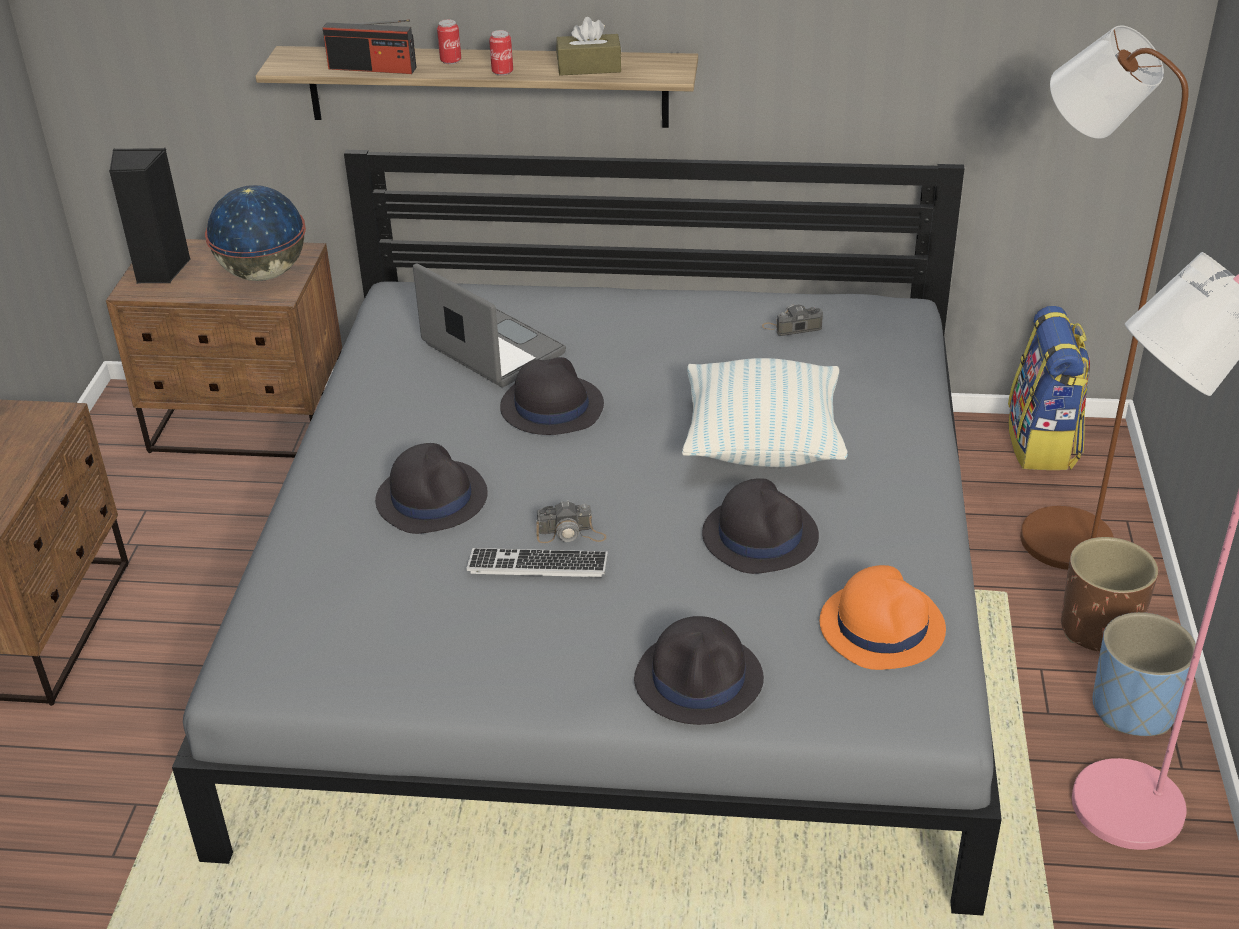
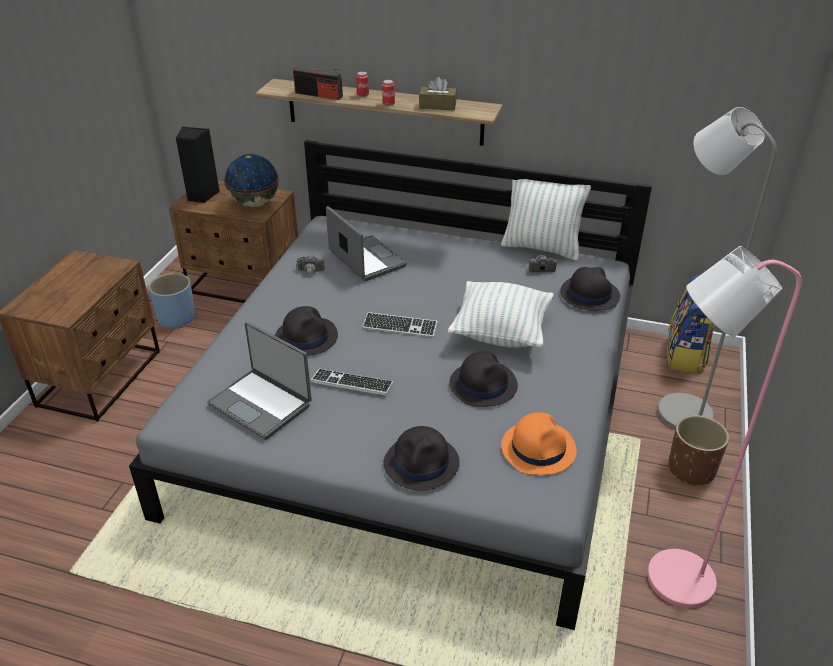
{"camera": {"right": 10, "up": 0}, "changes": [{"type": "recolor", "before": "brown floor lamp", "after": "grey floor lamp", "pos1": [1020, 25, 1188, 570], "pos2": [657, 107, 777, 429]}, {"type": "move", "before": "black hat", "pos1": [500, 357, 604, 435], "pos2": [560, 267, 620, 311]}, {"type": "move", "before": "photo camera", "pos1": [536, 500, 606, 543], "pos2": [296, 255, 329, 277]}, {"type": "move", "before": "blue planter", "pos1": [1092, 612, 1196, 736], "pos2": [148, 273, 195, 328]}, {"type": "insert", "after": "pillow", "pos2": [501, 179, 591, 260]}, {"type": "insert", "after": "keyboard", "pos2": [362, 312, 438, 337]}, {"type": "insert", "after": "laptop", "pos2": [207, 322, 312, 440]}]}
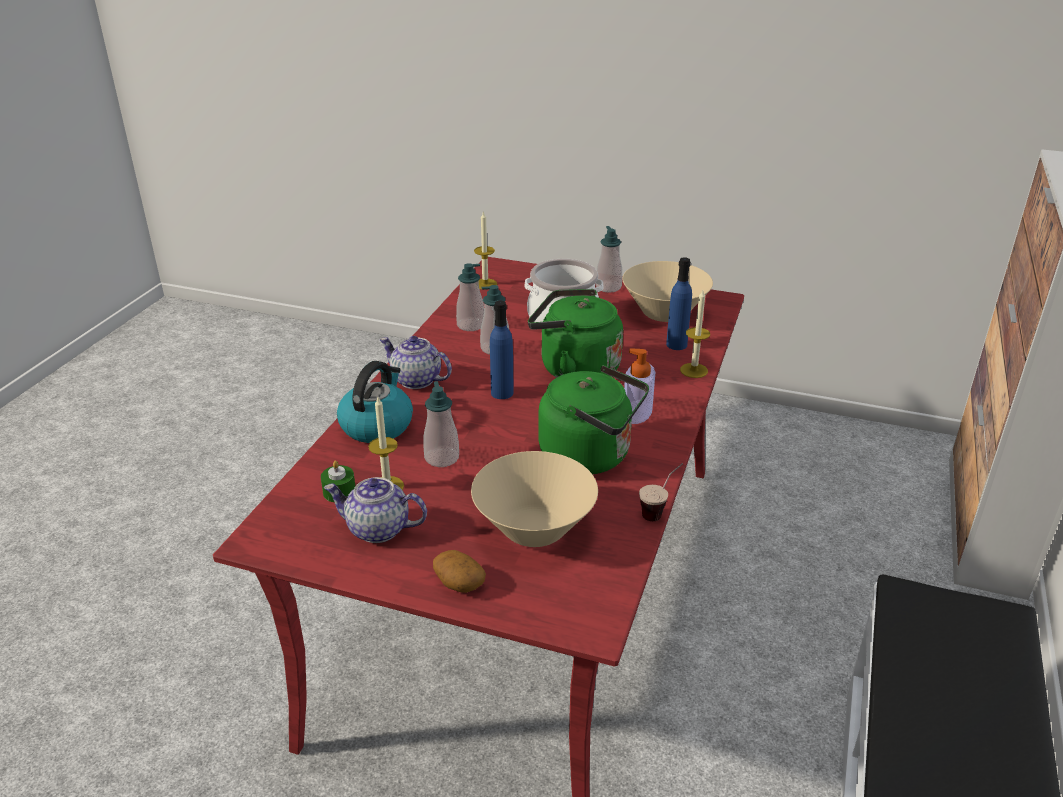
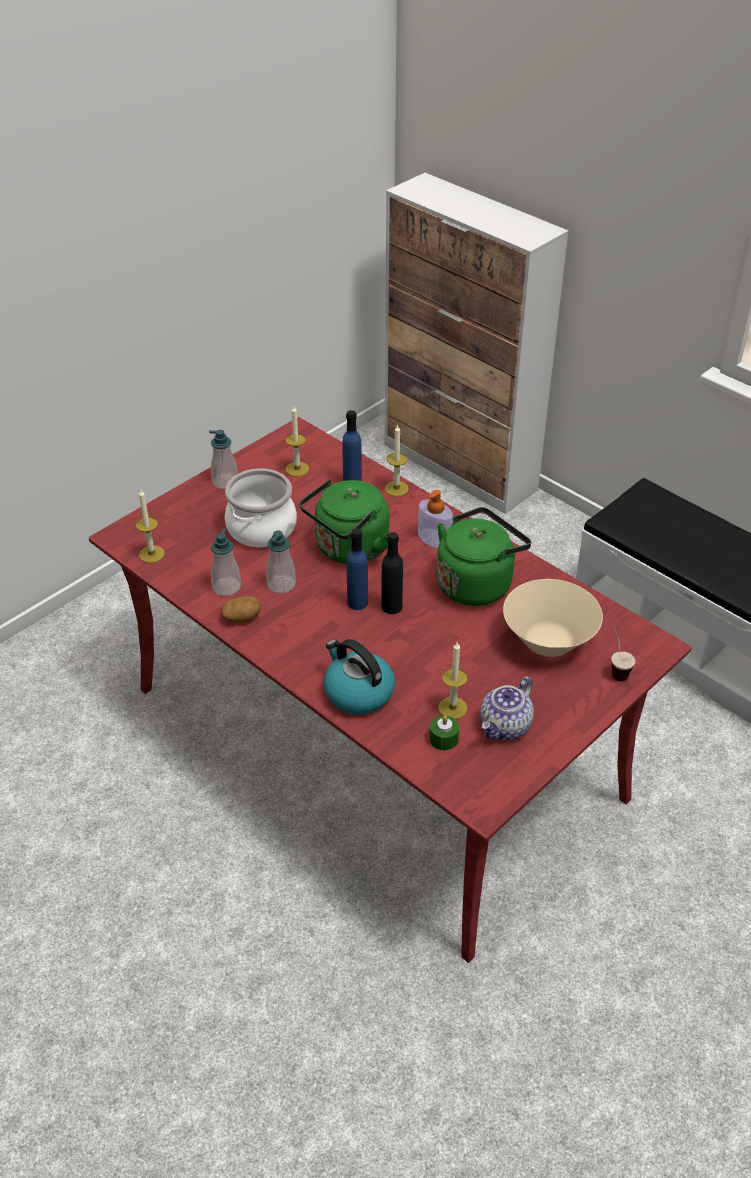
{"camera": {"right": -65, "up": 10}, "changes": [{"type": "replace", "before": "beige bowl", "after": "candle", "pos1": [622, 261, 713, 322], "pos2": [286, 406, 309, 477]}, {"type": "delete", "before": "teapot", "pos1": [379, 336, 452, 389]}, {"type": "delete", "before": "soap dispenser", "pos1": [424, 381, 459, 467]}, {"type": "move", "before": "cup", "pos1": [639, 463, 683, 521], "pos2": [611, 626, 635, 681]}, {"type": "move", "before": "potato", "pos1": [433, 550, 486, 593], "pos2": [221, 596, 261, 622]}, {"type": "insert", "after": "black bottle", "pos2": [381, 532, 403, 614]}]}
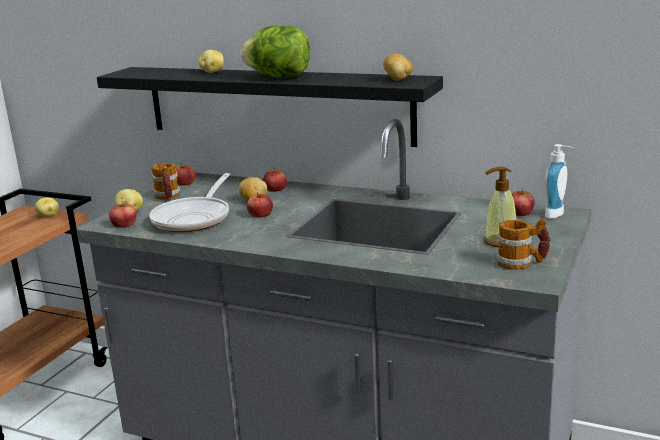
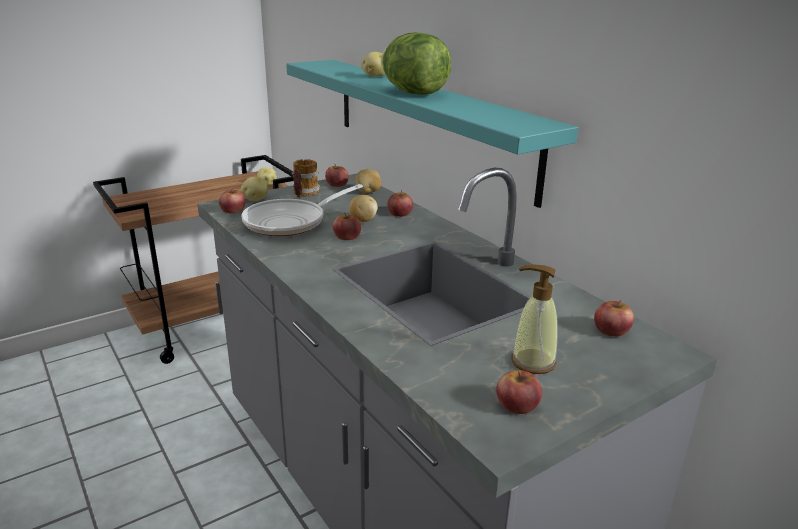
{"camera": {"right": 30, "up": 5}, "changes": [{"type": "move", "before": "potato", "pos1": [383, 54, 413, 81], "pos2": [355, 169, 381, 193]}, {"type": "recolor", "before": "black shelf", "after": "turquoise shelf", "pos1": [97, 67, 443, 147], "pos2": [286, 60, 578, 208]}, {"type": "delete", "before": "soap dispenser", "pos1": [545, 144, 573, 219]}, {"type": "replace", "before": "mug", "after": "apple", "pos1": [495, 218, 550, 270], "pos2": [496, 370, 542, 414]}]}
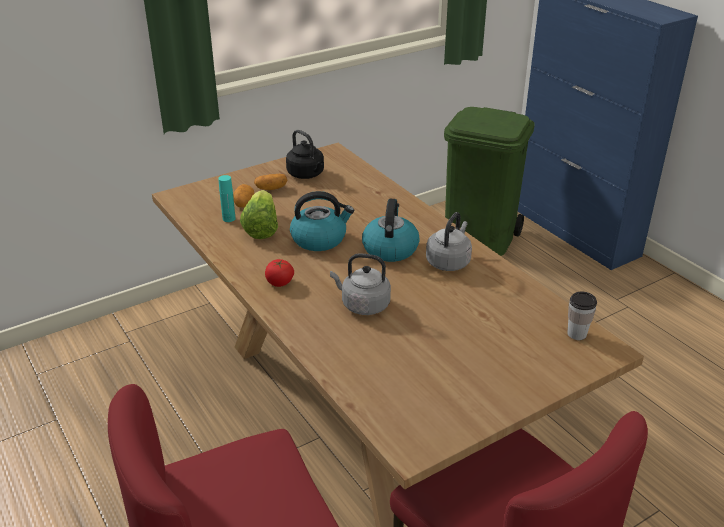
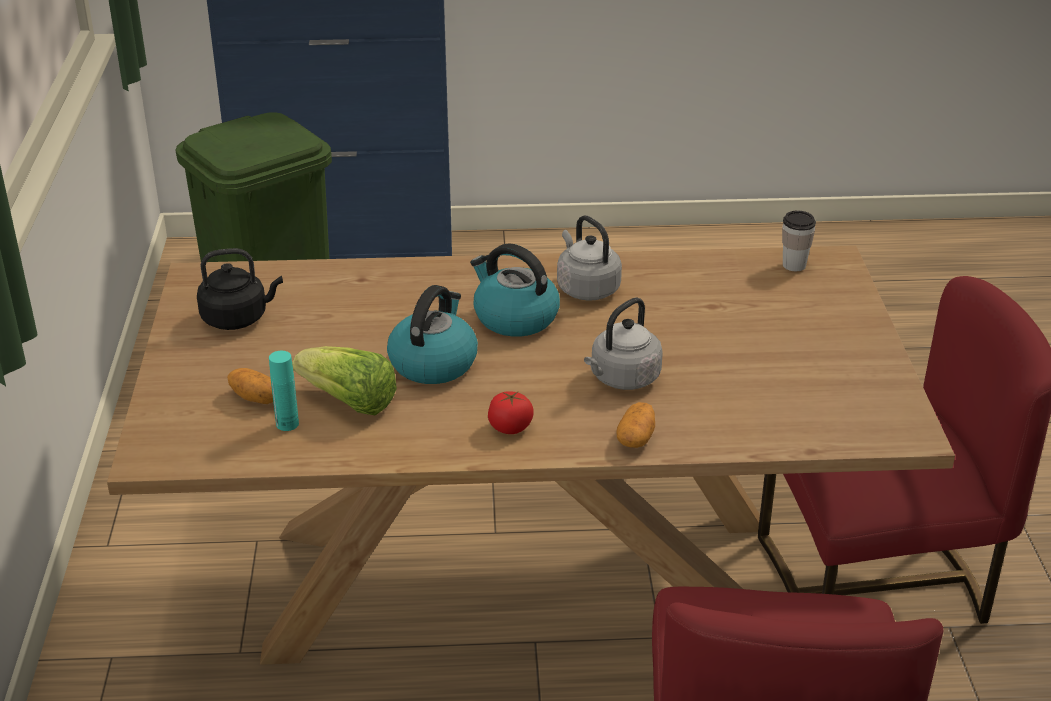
{"camera": {"right": -60, "up": 0}, "changes": [{"type": "move", "before": "potato", "pos1": [254, 174, 288, 190], "pos2": [616, 402, 655, 448]}]}
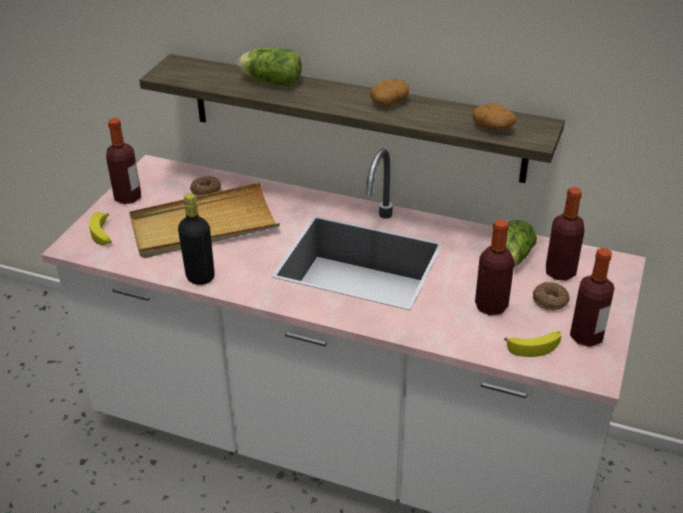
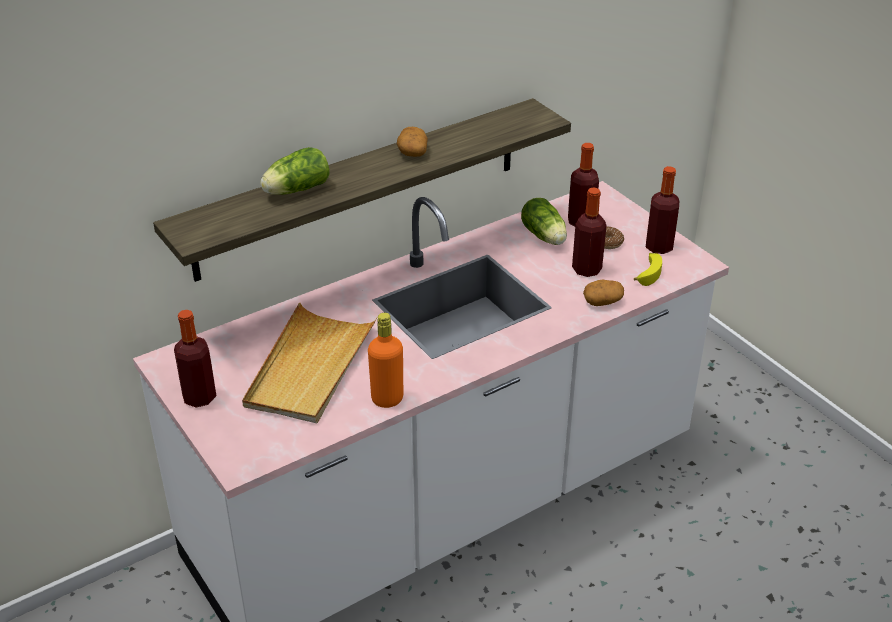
{"camera": {"right": -55, "up": 0}, "changes": [{"type": "move", "before": "potato", "pos1": [473, 103, 516, 131], "pos2": [583, 280, 624, 306]}, {"type": "delete", "before": "donut", "pos1": [190, 176, 221, 196]}, {"type": "recolor", "before": "black bottle", "after": "orange bottle", "pos1": [178, 193, 215, 285], "pos2": [368, 313, 403, 408]}, {"type": "delete", "before": "banana", "pos1": [89, 212, 112, 245]}]}
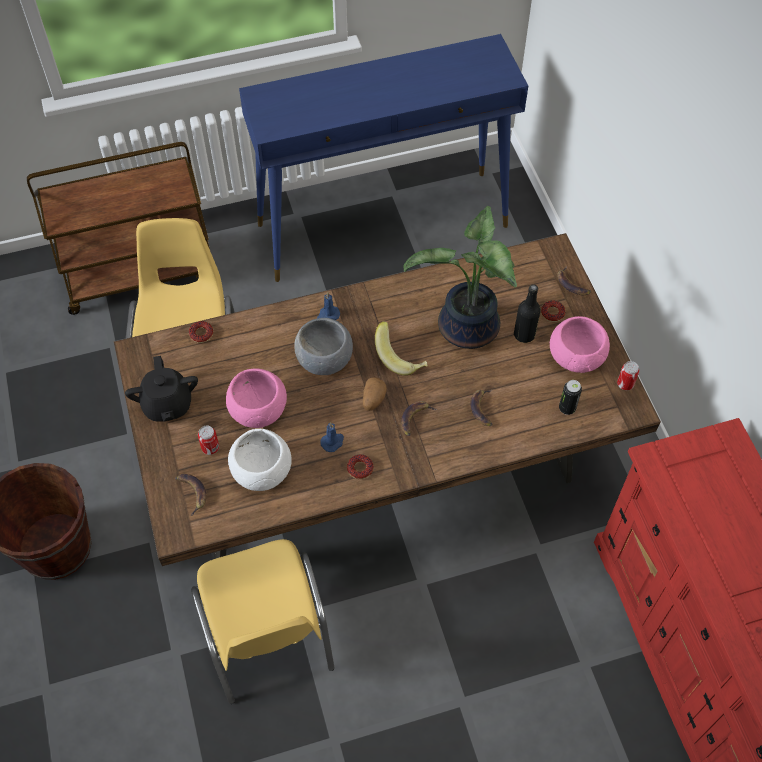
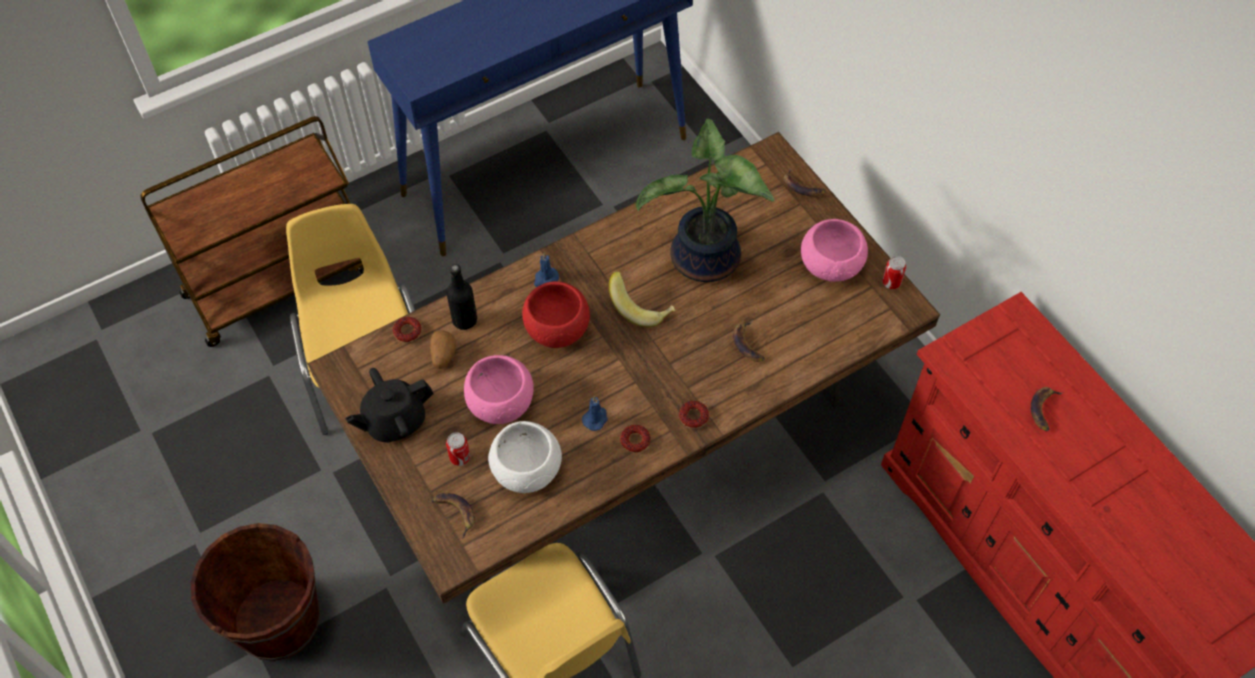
{"camera": {"right": -15, "up": 0}, "changes": [{"type": "move", "before": "black bottle", "pos1": [514, 284, 541, 343], "pos2": [447, 264, 477, 330]}, {"type": "move", "before": "donut", "pos1": [541, 301, 566, 322], "pos2": [679, 401, 709, 428]}, {"type": "recolor", "before": "grey bowl", "after": "red bowl", "pos1": [294, 318, 353, 375], "pos2": [522, 281, 590, 348]}, {"type": "rotate", "before": "black teapot", "pos1": [125, 356, 198, 422], "pos2": [345, 368, 433, 443], "turn": 90}, {"type": "move", "before": "potato", "pos1": [363, 377, 387, 411], "pos2": [430, 331, 456, 369]}, {"type": "delete", "before": "can", "pos1": [559, 380, 582, 415]}, {"type": "move", "before": "banana", "pos1": [401, 401, 437, 436], "pos2": [1031, 387, 1063, 431]}]}
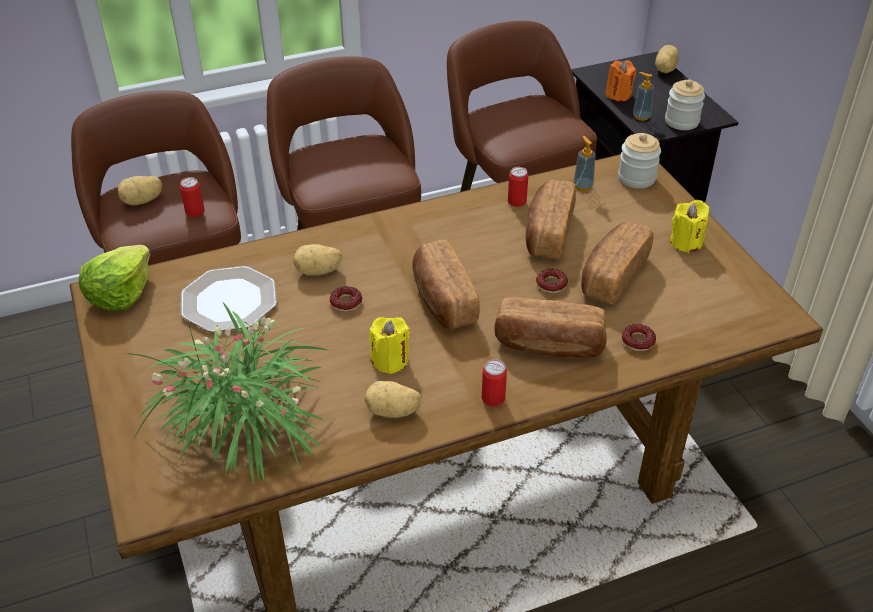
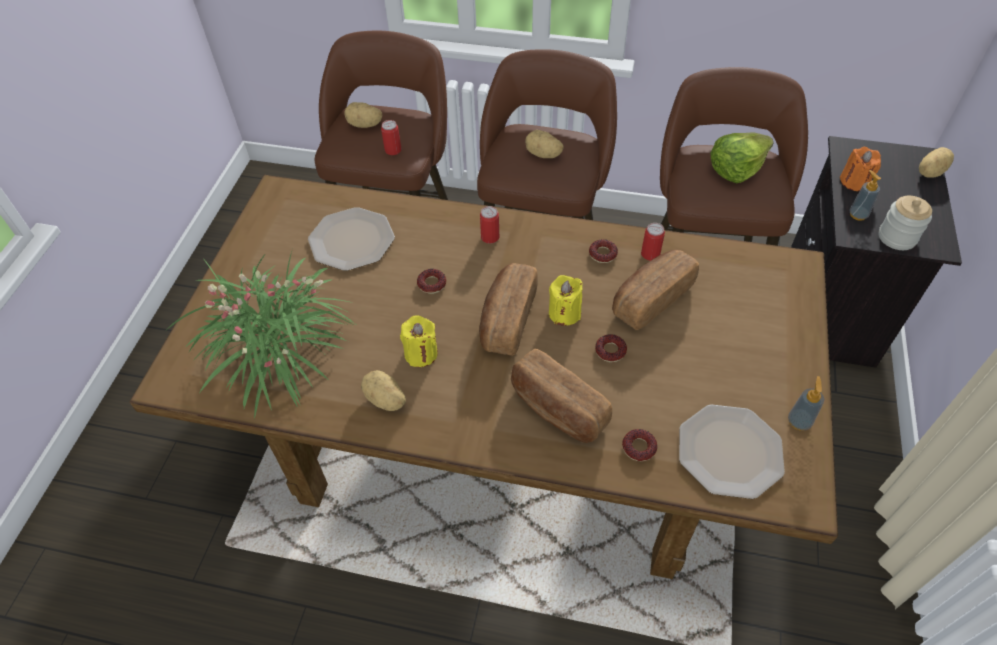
{"camera": {"right": 35, "up": 10}, "changes": [{"type": "delete", "before": "jar", "pos1": [618, 133, 661, 188]}, {"type": "move", "before": "soap dispenser", "pos1": [573, 136, 596, 191], "pos2": [788, 376, 824, 430]}, {"type": "move", "before": "yellow candle", "pos1": [670, 200, 709, 253], "pos2": [549, 275, 583, 326]}, {"type": "delete", "before": "bread", "pos1": [581, 221, 654, 305]}, {"type": "move", "before": "potato", "pos1": [293, 244, 342, 276], "pos2": [525, 130, 564, 158]}, {"type": "move", "before": "lettuce", "pos1": [79, 245, 150, 311], "pos2": [711, 132, 774, 183]}, {"type": "move", "before": "can", "pos1": [482, 359, 507, 406], "pos2": [480, 206, 499, 244]}, {"type": "insert", "after": "donut", "pos2": [589, 239, 618, 263]}, {"type": "insert", "after": "plate", "pos2": [679, 404, 785, 499]}]}
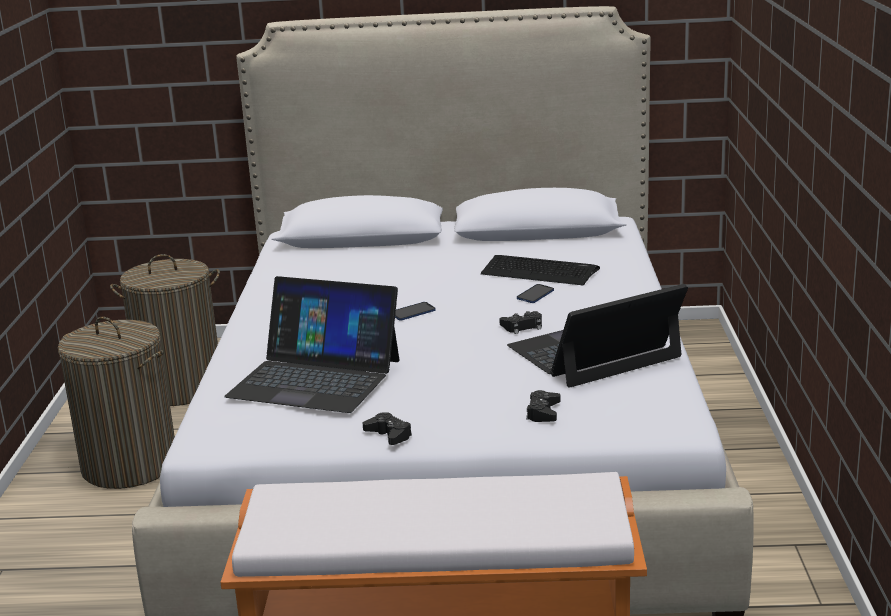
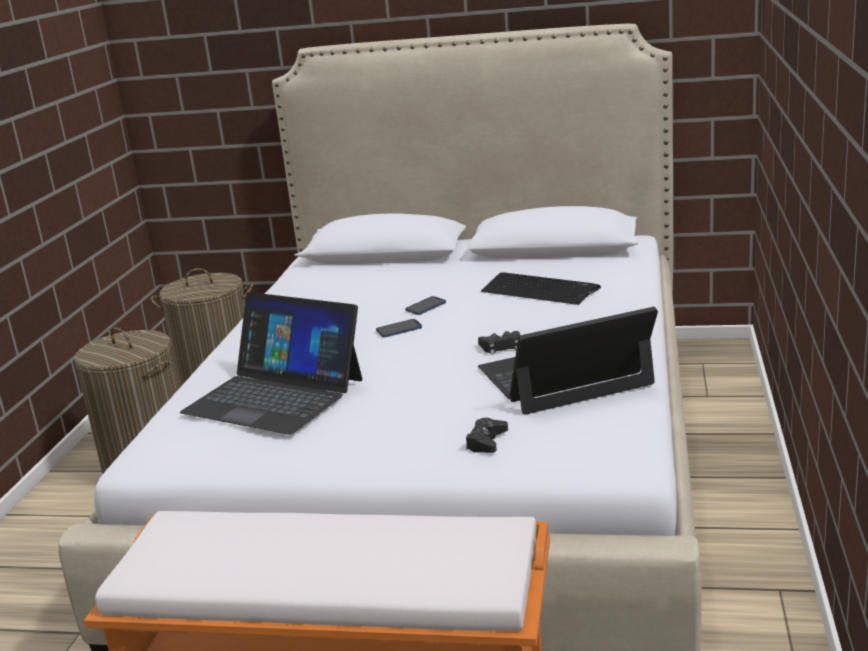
{"camera": {"right": 10, "up": 0}, "changes": [{"type": "move", "before": "phone", "pos1": [517, 284, 554, 303], "pos2": [405, 296, 446, 315]}, {"type": "delete", "before": "black game controller", "pos1": [363, 412, 412, 445]}]}
